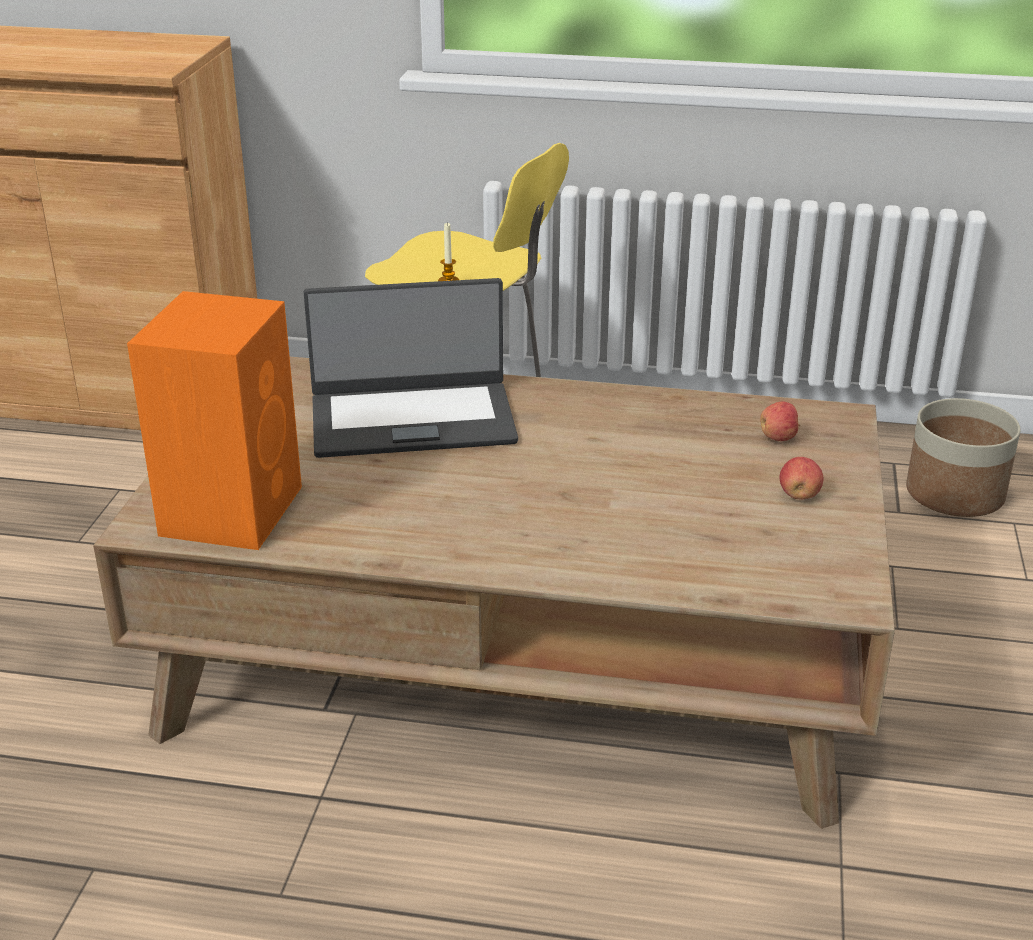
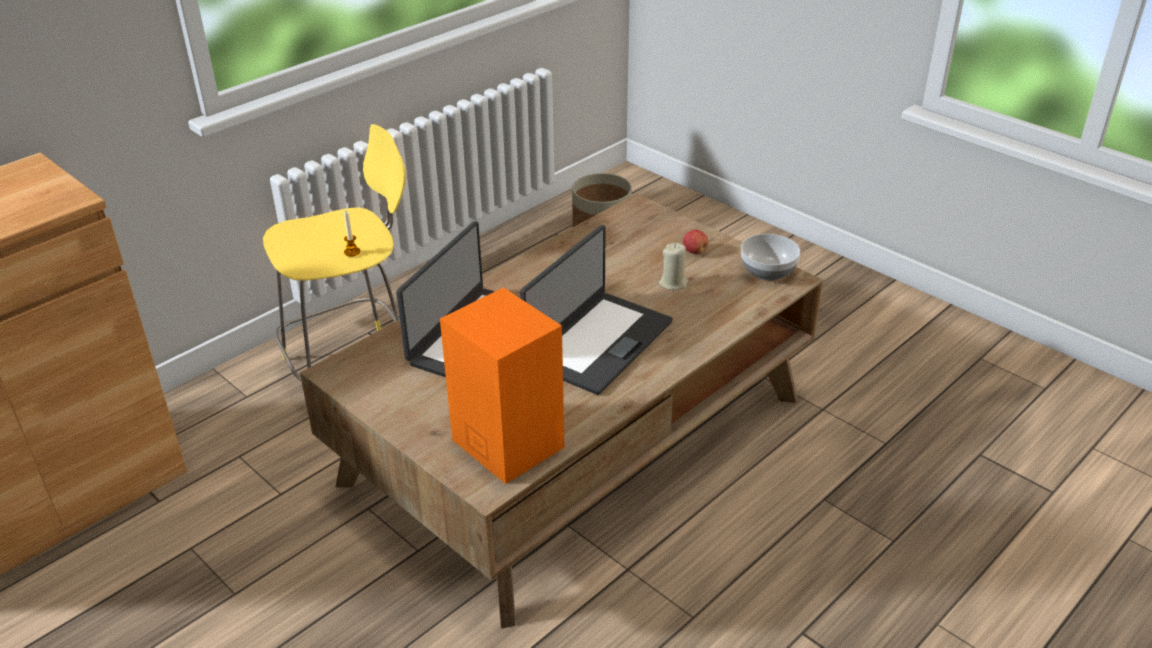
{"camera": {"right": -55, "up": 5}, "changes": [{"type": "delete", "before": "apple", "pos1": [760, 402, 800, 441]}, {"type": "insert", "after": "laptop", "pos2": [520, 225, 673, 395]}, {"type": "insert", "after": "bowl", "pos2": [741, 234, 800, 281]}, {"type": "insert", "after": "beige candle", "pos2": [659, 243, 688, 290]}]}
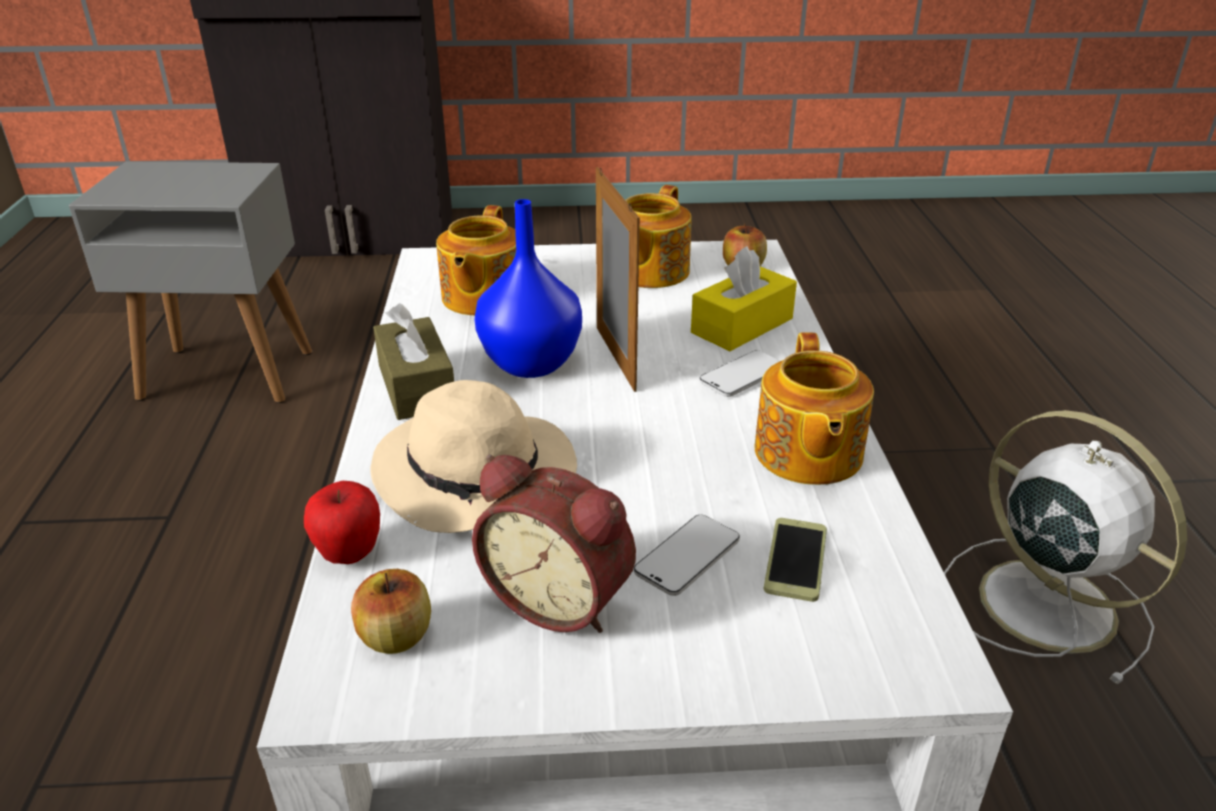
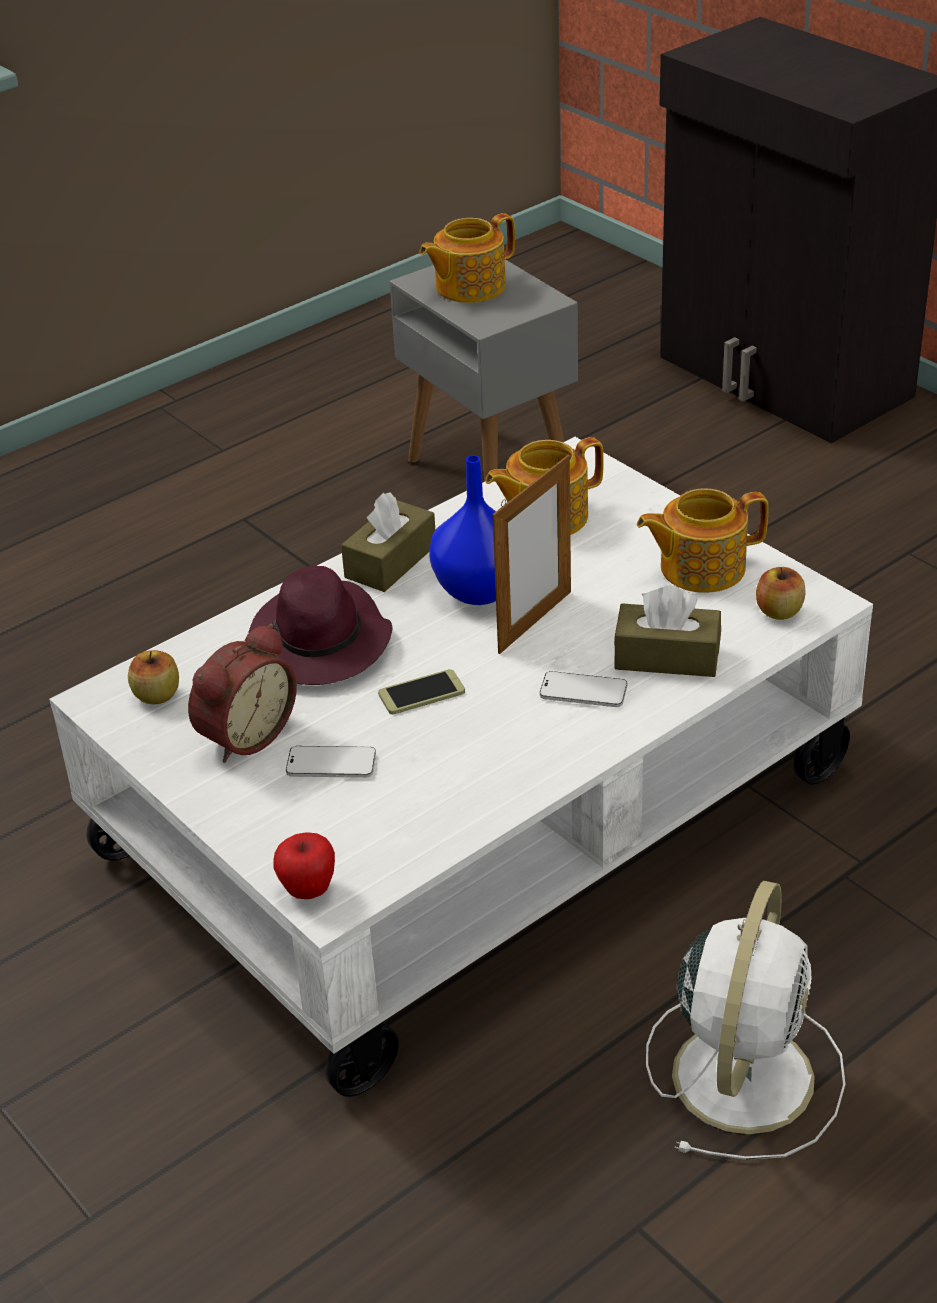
{"camera": {"right": 55, "up": 5}, "changes": [{"type": "recolor", "before": "yellow tissue box", "after": "brown tissue box", "pos1": [691, 246, 797, 351], "pos2": [614, 585, 721, 677]}, {"type": "move", "before": "teapot", "pos1": [755, 332, 874, 485], "pos2": [419, 213, 515, 303]}, {"type": "recolor", "before": "beige hat", "after": "purple hat", "pos1": [370, 380, 577, 533], "pos2": [248, 566, 392, 685]}, {"type": "rotate", "before": "alarm clock", "pos1": [472, 454, 636, 633], "pos2": [188, 624, 297, 763], "turn": -135}, {"type": "move", "before": "apple", "pos1": [304, 481, 380, 564], "pos2": [273, 832, 335, 899]}, {"type": "move", "before": "phone", "pos1": [764, 518, 827, 602], "pos2": [378, 669, 465, 714]}]}
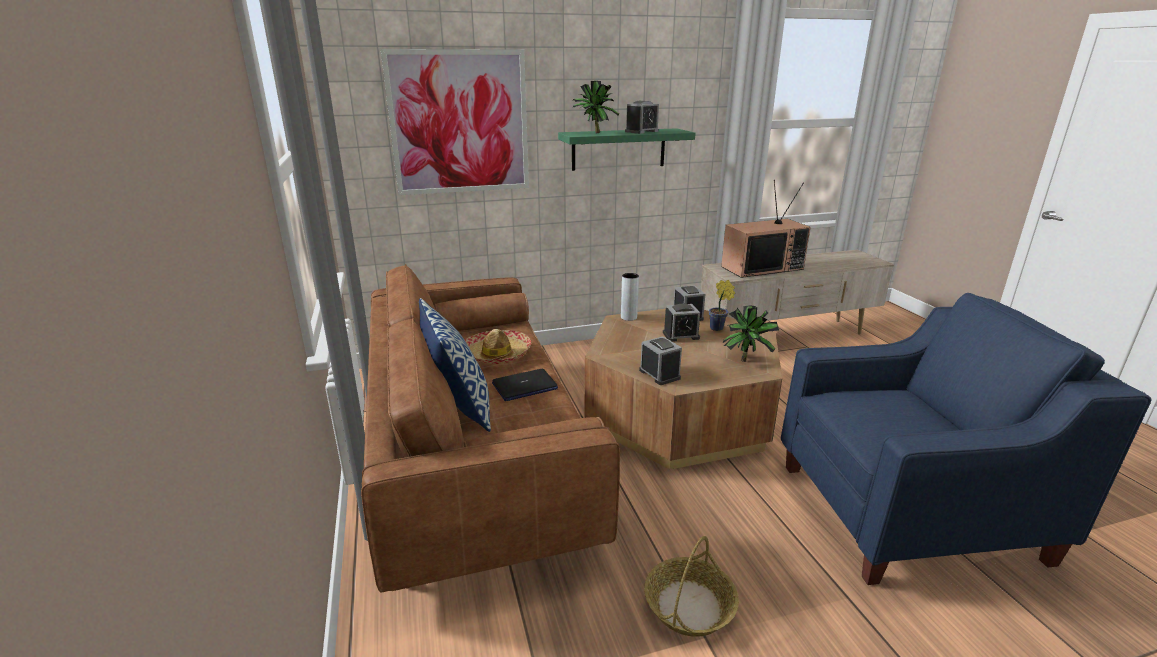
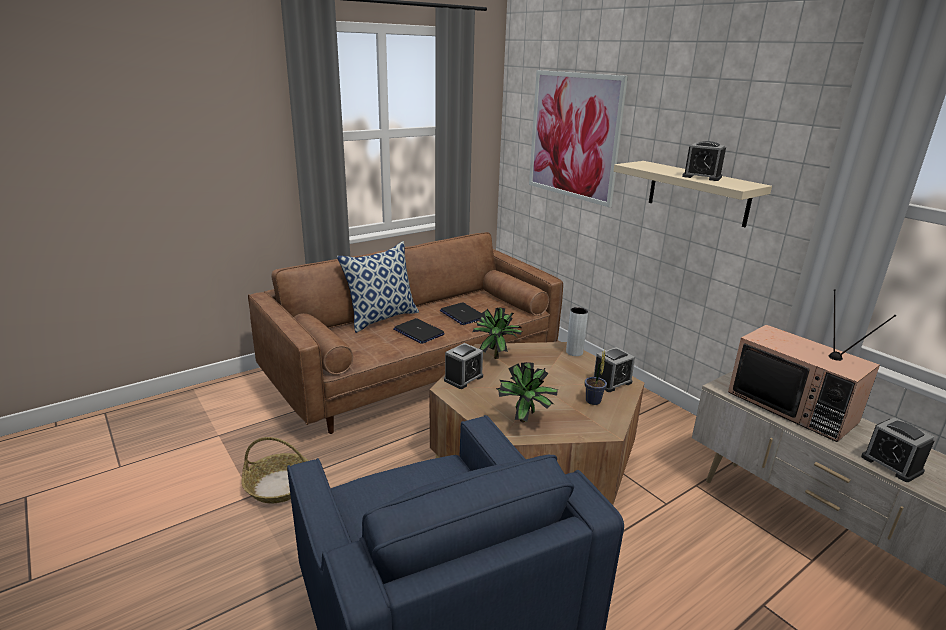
{"camera": {"right": 70, "up": 0}, "changes": [{"type": "move", "before": "potted plant", "pos1": [573, 81, 619, 133], "pos2": [472, 307, 522, 359]}, {"type": "recolor", "before": "green shelf", "after": "beige shelf", "pos1": [558, 128, 696, 171], "pos2": [614, 161, 772, 227]}, {"type": "move", "before": "alarm clock", "pos1": [663, 304, 700, 342], "pos2": [861, 417, 934, 482]}, {"type": "replace", "before": "hat", "after": "laptop", "pos1": [464, 329, 532, 364], "pos2": [440, 302, 483, 325]}]}
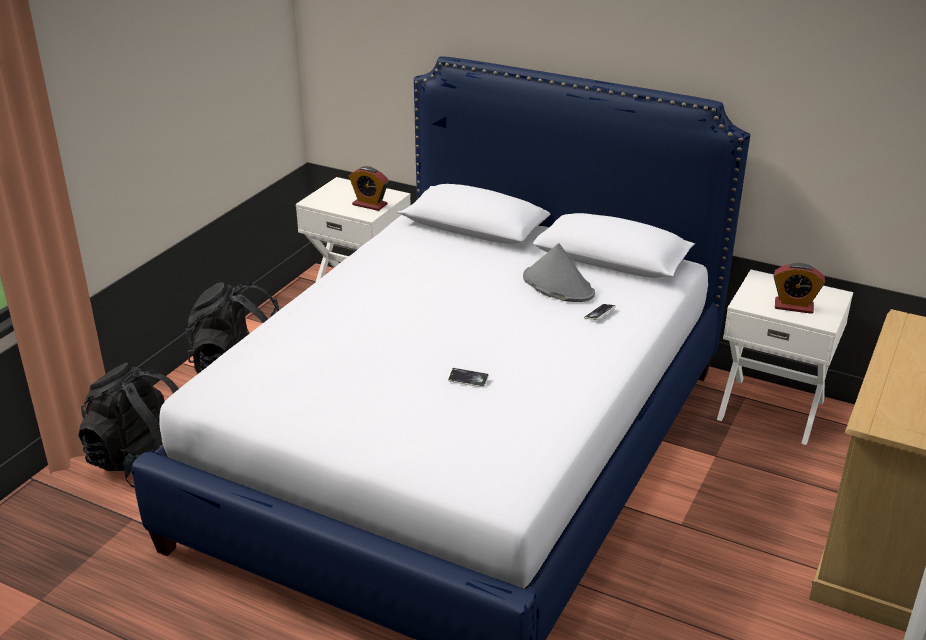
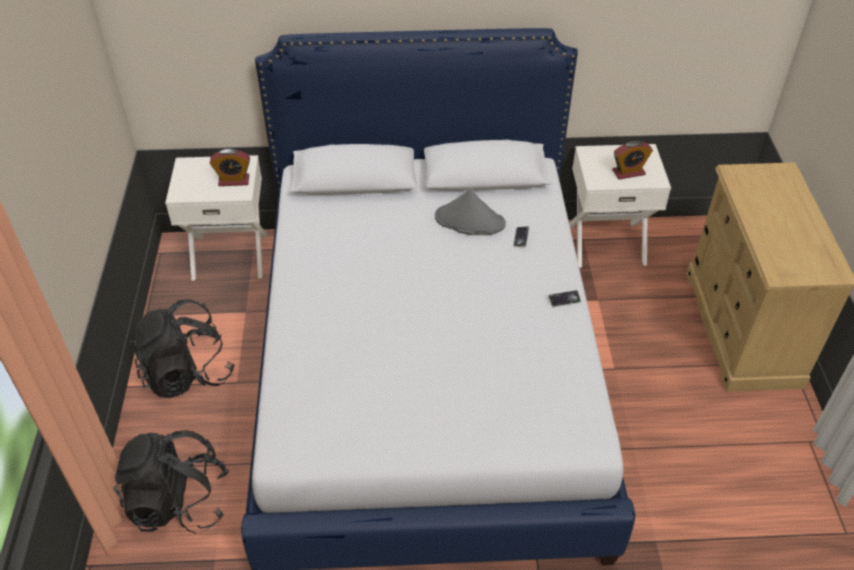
{"camera": {"right": -30, "up": 15}, "changes": [{"type": "move", "before": "phone", "pos1": [448, 368, 489, 387], "pos2": [548, 290, 581, 307]}]}
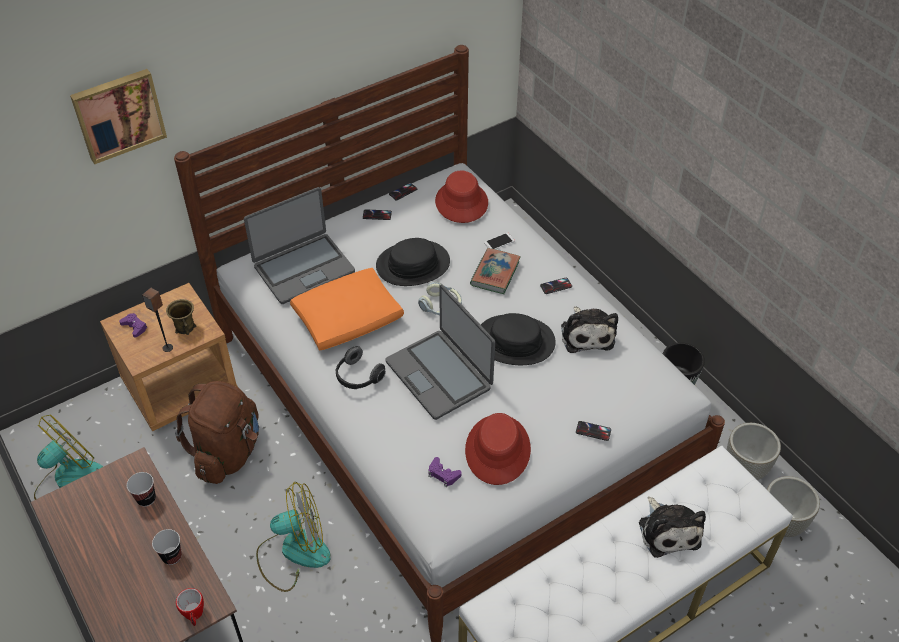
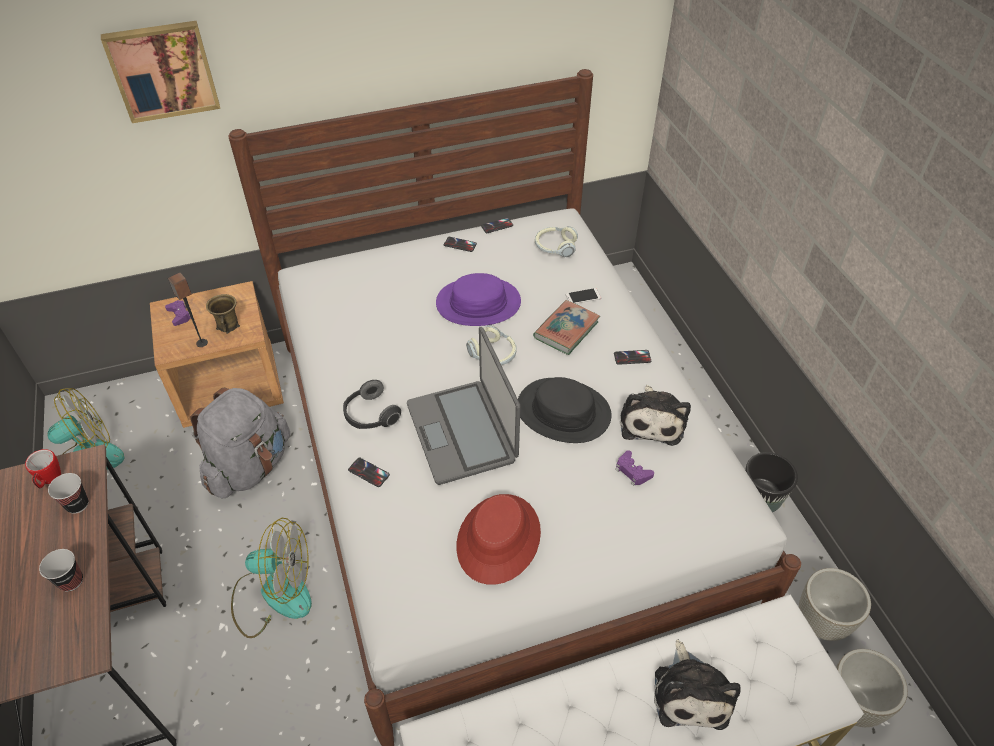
{"camera": {"right": 15, "up": 0}, "changes": [{"type": "replace", "before": "red hat", "after": "headphones", "pos1": [435, 171, 488, 223], "pos2": [535, 226, 578, 257]}, {"type": "delete", "before": "laptop", "pos1": [244, 187, 355, 304]}, {"type": "recolor", "before": "black hat", "after": "purple hat", "pos1": [376, 238, 450, 286], "pos2": [436, 273, 521, 326]}, {"type": "delete", "before": "orange pillow", "pos1": [290, 268, 404, 350]}, {"type": "recolor", "before": "brown backpack", "after": "grey backpack", "pos1": [175, 381, 259, 484], "pos2": [190, 388, 290, 499]}, {"type": "move", "before": "phone", "pos1": [576, 421, 611, 441], "pos2": [348, 458, 390, 487]}, {"type": "move", "before": "purple game controller", "pos1": [428, 457, 462, 487], "pos2": [616, 450, 654, 486]}, {"type": "move", "before": "mug", "pos1": [176, 588, 204, 626], "pos2": [25, 449, 61, 488]}]}
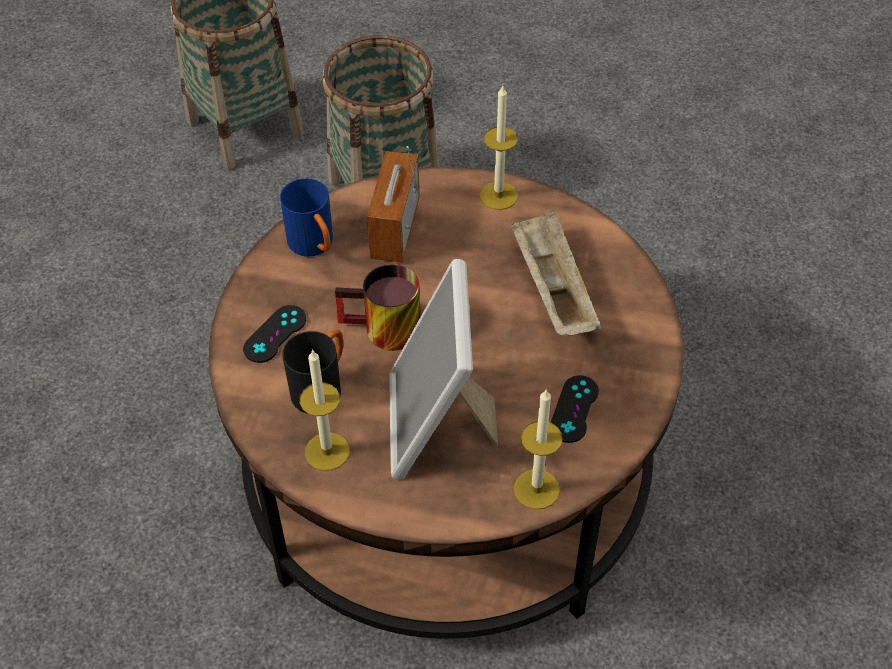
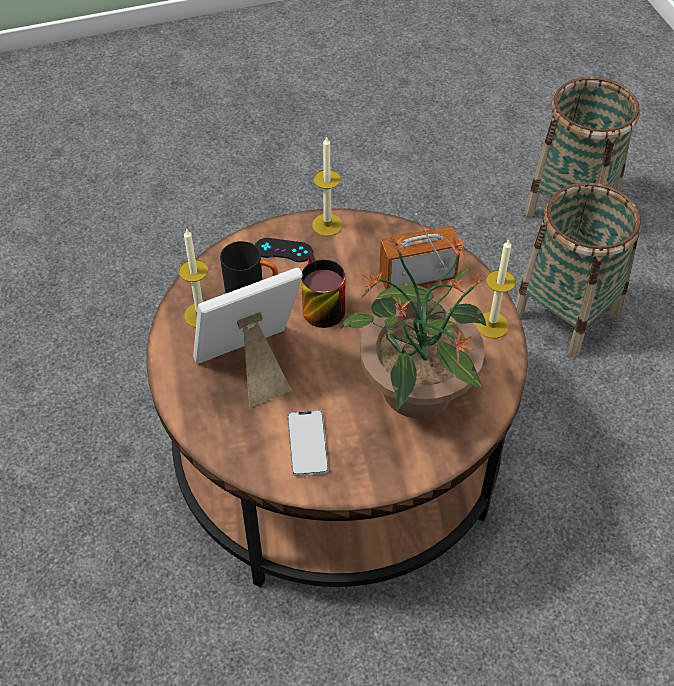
{"camera": {"right": 65, "up": 0}, "changes": [{"type": "delete", "before": "blue mug", "pos1": [280, 178, 333, 257]}, {"type": "replace", "before": "beige tray", "after": "potted plant", "pos1": [511, 210, 601, 336], "pos2": [341, 234, 486, 418]}, {"type": "replace", "before": "black game controller", "after": "phone", "pos1": [551, 375, 599, 443], "pos2": [288, 410, 328, 476]}, {"type": "move", "before": "candle", "pos1": [514, 390, 562, 509], "pos2": [312, 136, 343, 236]}]}
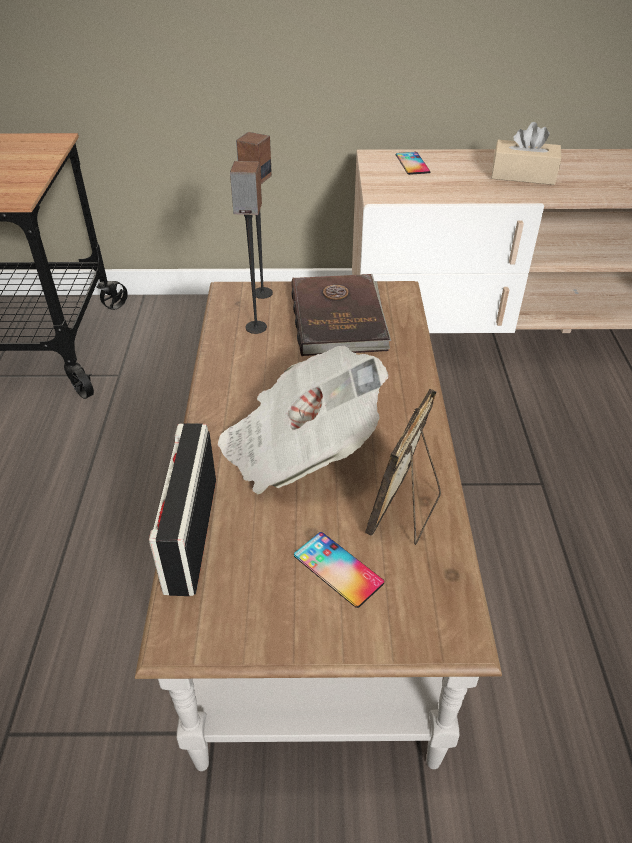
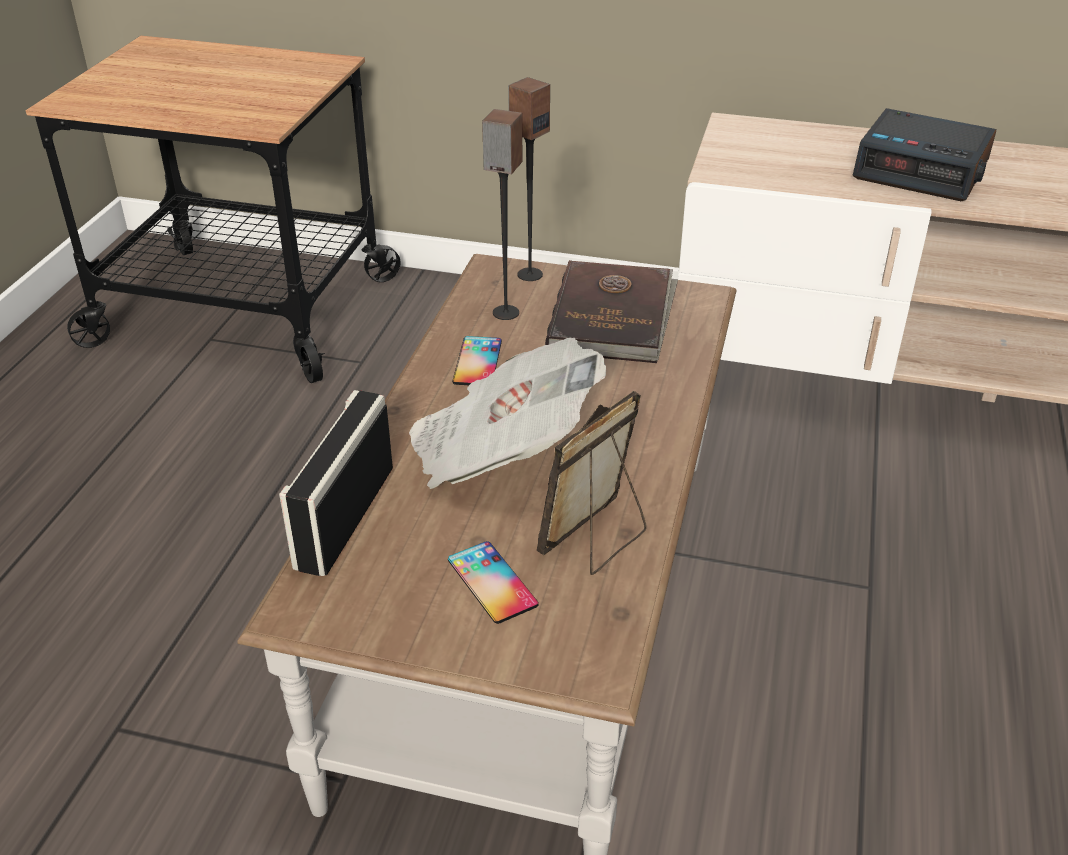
{"camera": {"right": 15, "up": -5}, "changes": [{"type": "replace", "before": "beige tissue box", "after": "alarm clock", "pos1": [491, 122, 561, 185], "pos2": [852, 108, 996, 201]}, {"type": "move", "before": "phone", "pos1": [396, 152, 431, 175], "pos2": [452, 336, 502, 385]}]}
